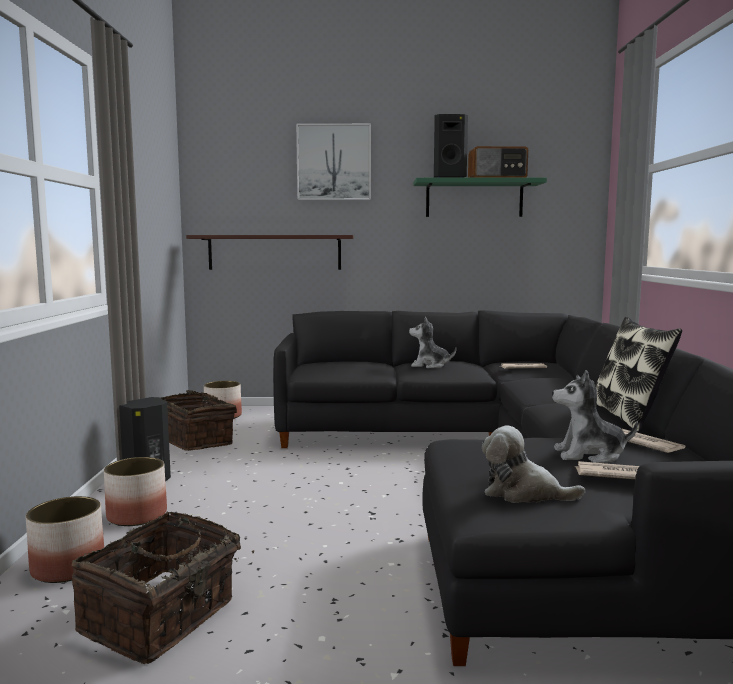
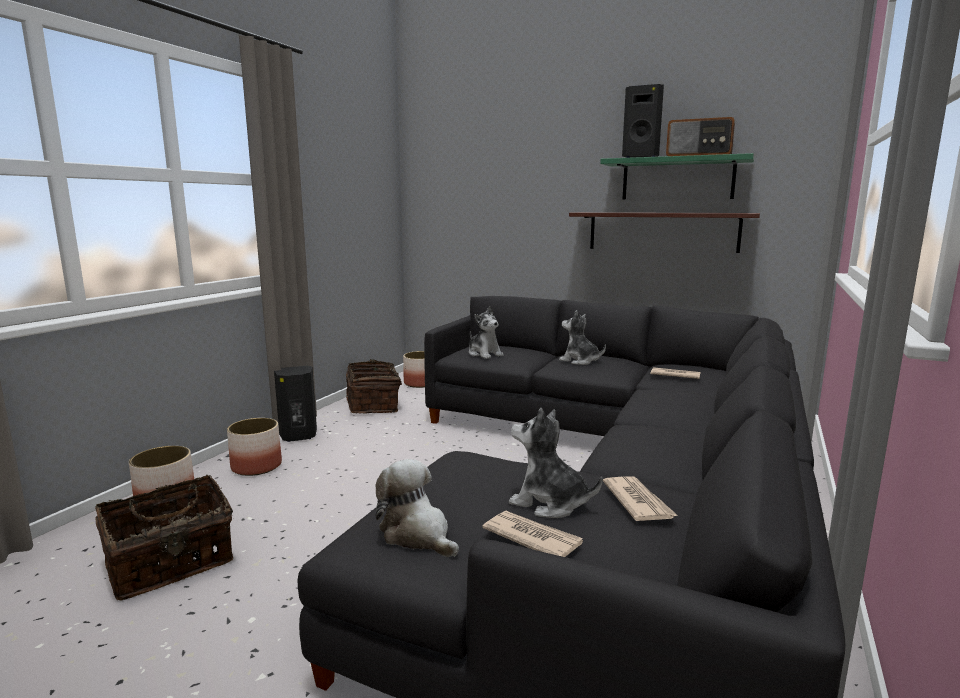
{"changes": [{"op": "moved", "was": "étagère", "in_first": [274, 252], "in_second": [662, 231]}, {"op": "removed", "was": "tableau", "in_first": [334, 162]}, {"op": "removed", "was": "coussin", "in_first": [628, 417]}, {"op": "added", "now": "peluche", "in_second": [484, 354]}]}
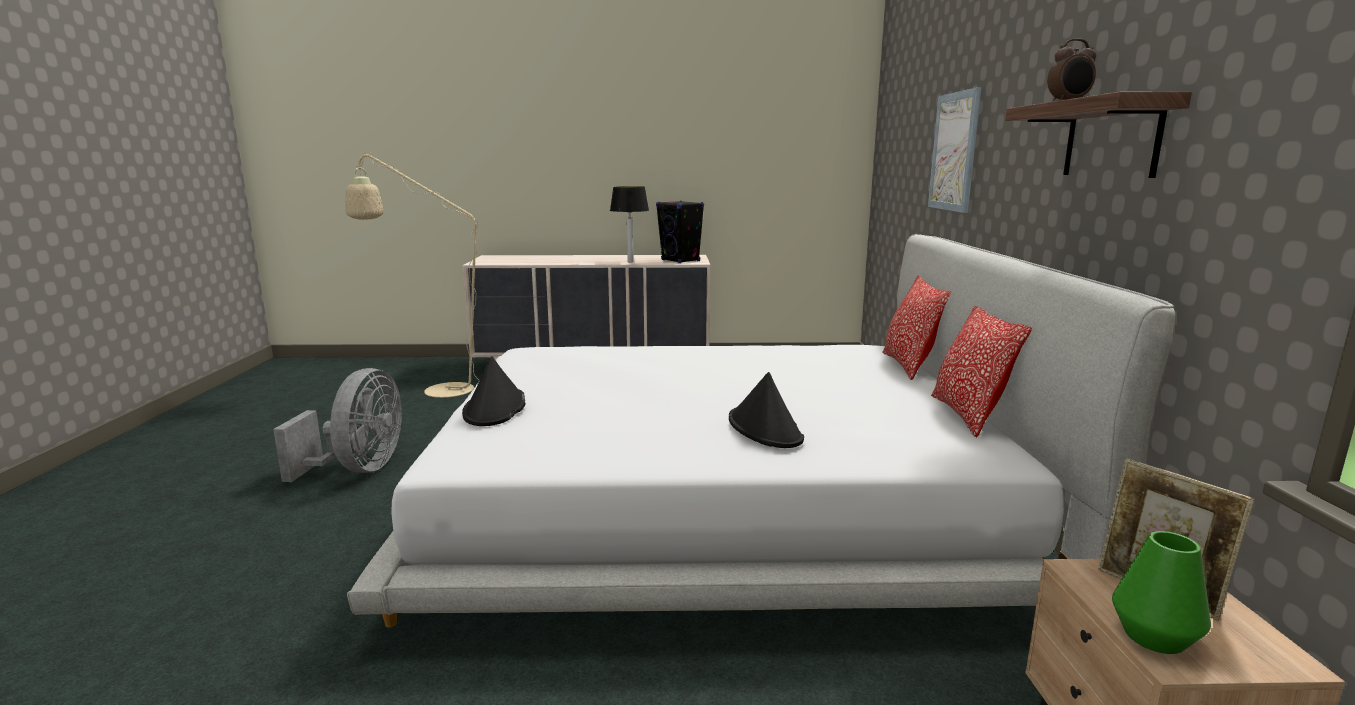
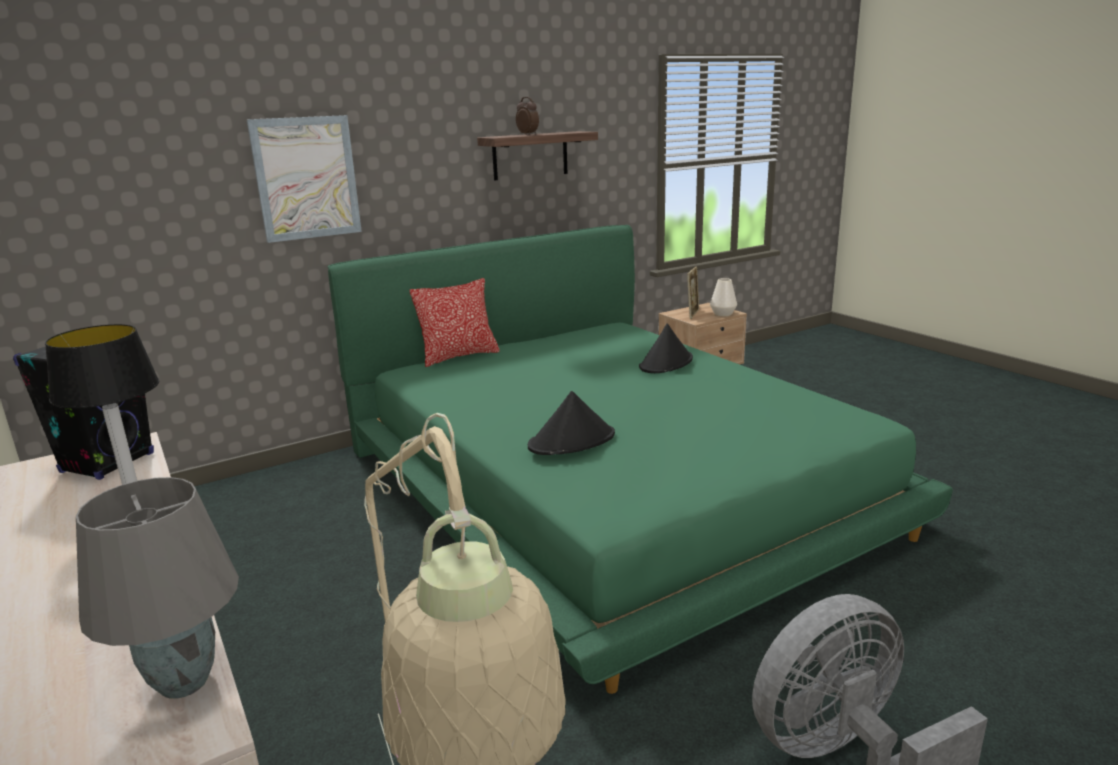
{"changes": [{"op": "recoloured", "was": "lit/blanc", "now": "lit/vert", "in_first": [722, 504], "in_second": [608, 487]}, {"op": "moved", "was": "chapeau/noir", "in_first": [495, 409], "in_second": [572, 441]}, {"op": "removed", "was": "coussin", "in_first": [969, 415]}, {"op": "recoloured", "was": "vase/vert", "now": "vase/blanc", "in_first": [1154, 637], "in_second": [723, 314]}, {"op": "added", "now": "lampe de table/gris", "in_second": [184, 681]}]}
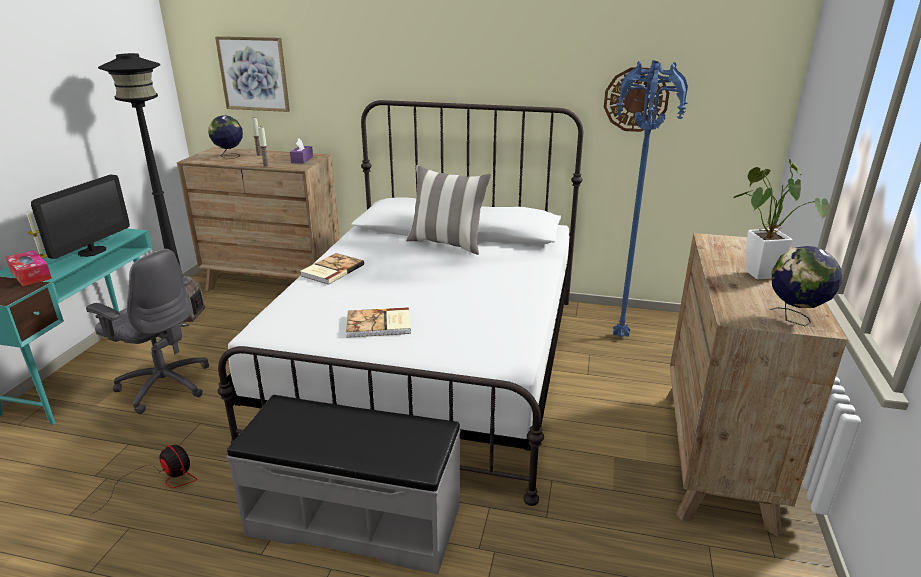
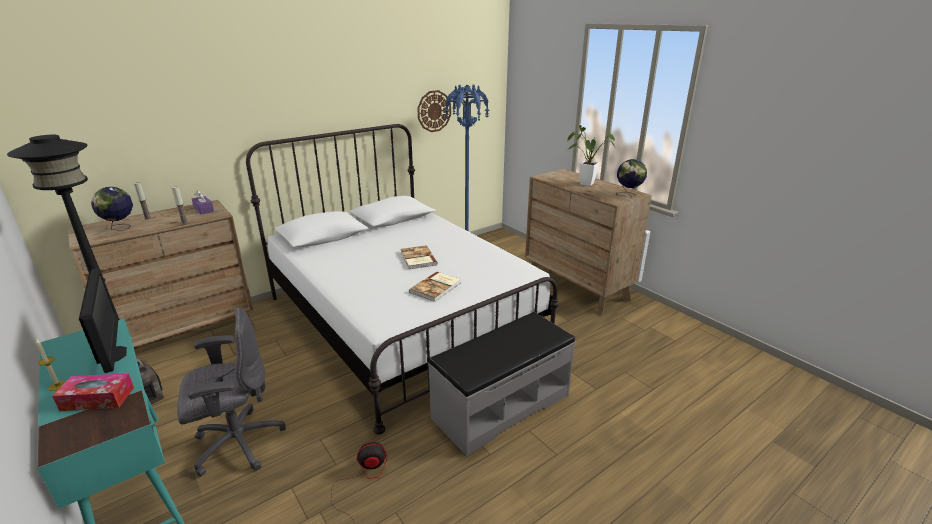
{"changes": [{"op": "removed", "was": "tableau", "in_first": [254, 74]}, {"op": "moved", "was": "livre", "in_first": [331, 270], "in_second": [417, 259]}, {"op": "removed", "was": "coussin", "in_first": [447, 244]}]}
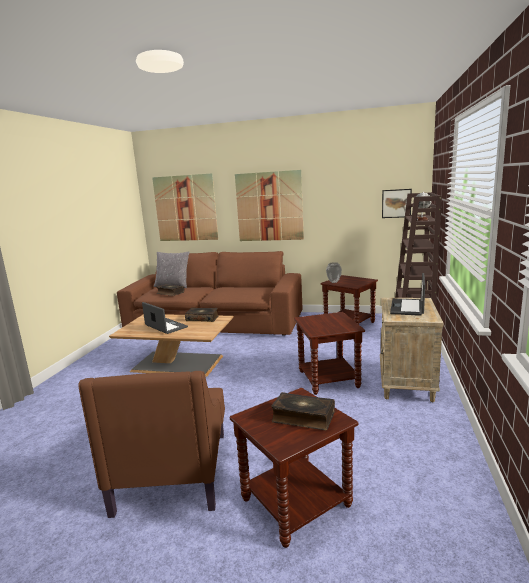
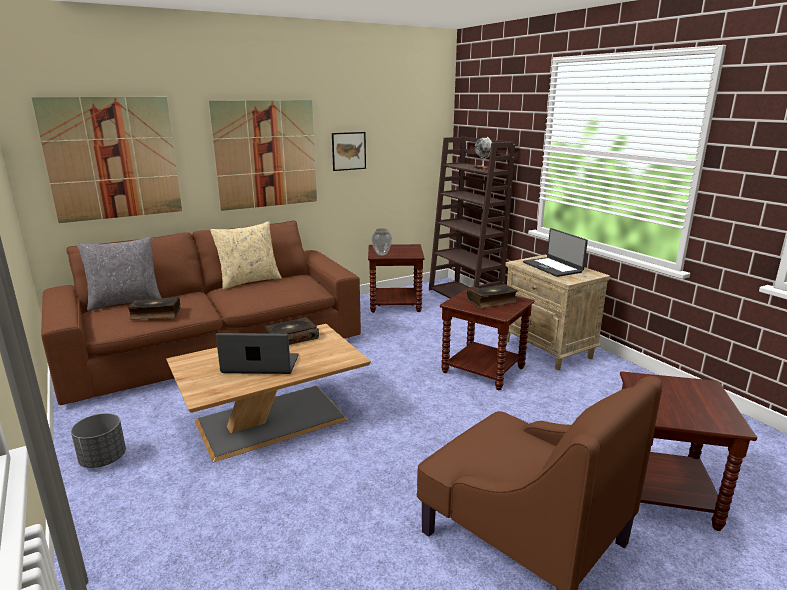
{"changes": [{"op": "moved", "was": "livre", "in_first": [303, 417], "in_second": [492, 301]}, {"op": "moved", "was": "tableau", "in_first": [396, 203], "in_second": [348, 151]}, {"op": "added", "now": "cache-pot/gris", "in_second": [103, 459]}, {"op": "added", "now": "coussin/beige", "in_second": [249, 281]}]}
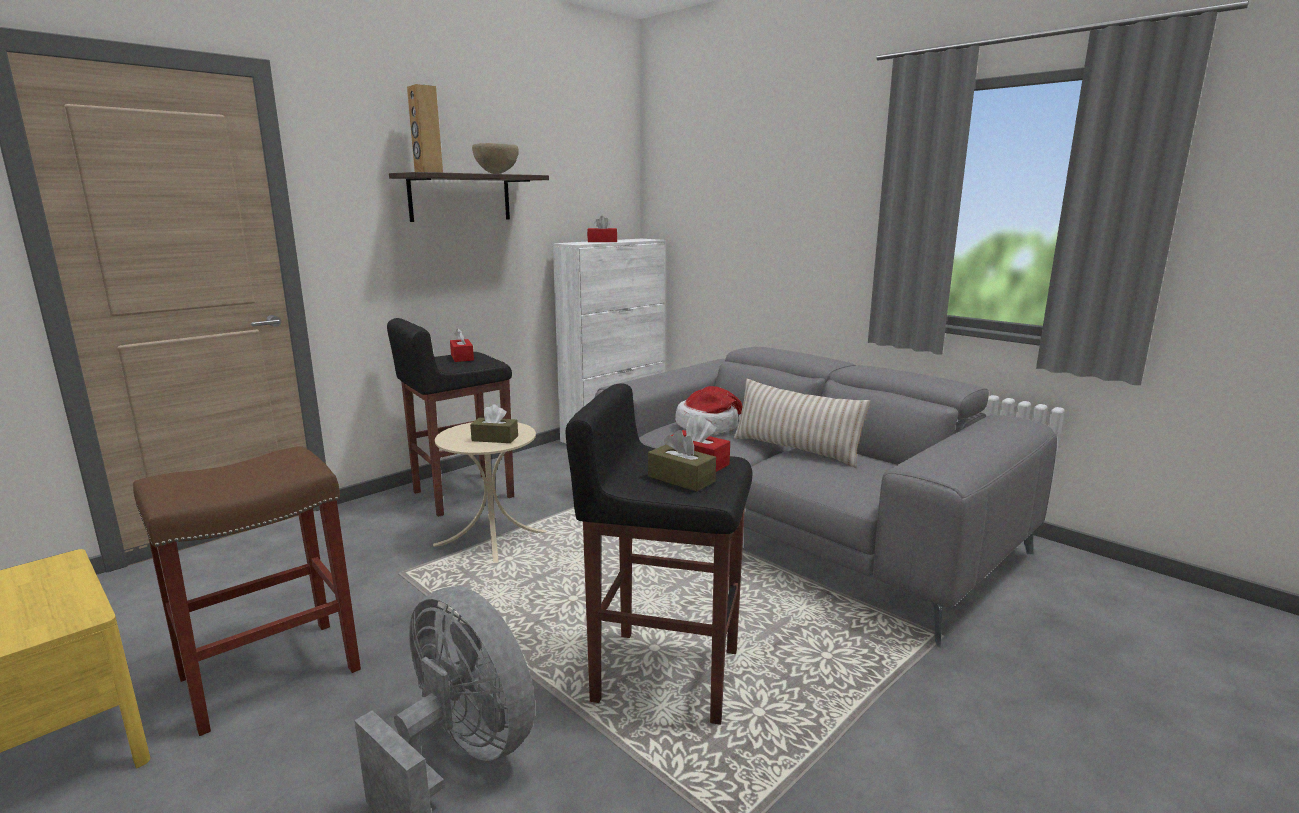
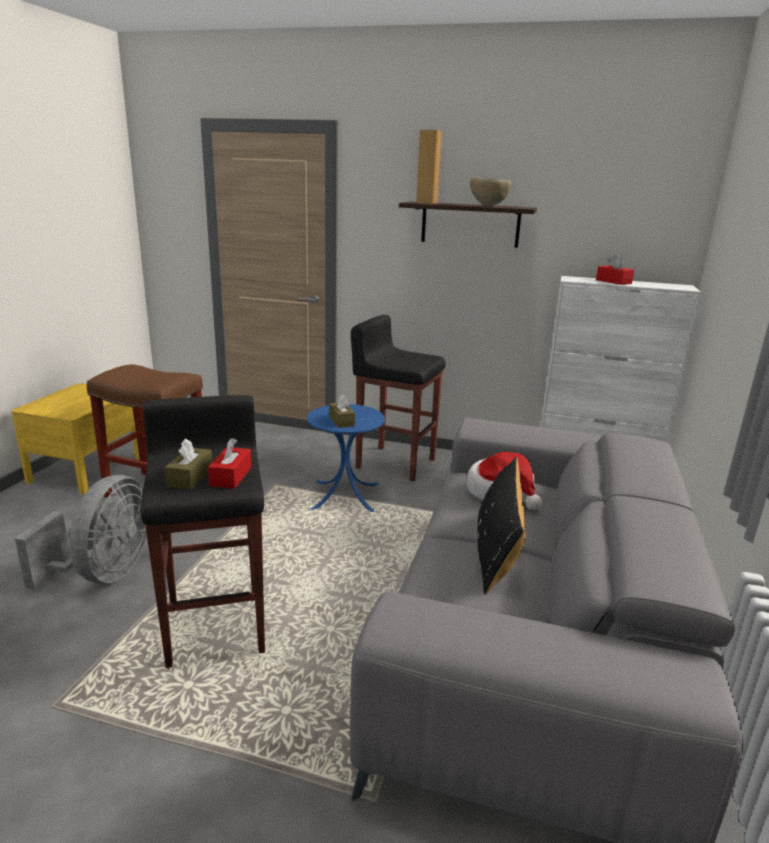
{"changes": [{"op": "recoloured", "was": "table d'appoint/beige", "now": "table d'appoint/bleu", "in_first": [492, 538], "in_second": [344, 496]}, {"op": "removed", "was": "boîte à mouchoirs/rouge", "in_first": [462, 357]}, {"op": "recoloured", "was": "coussin/beige", "now": "coussin/noir", "in_first": [795, 449], "in_second": [497, 549]}]}
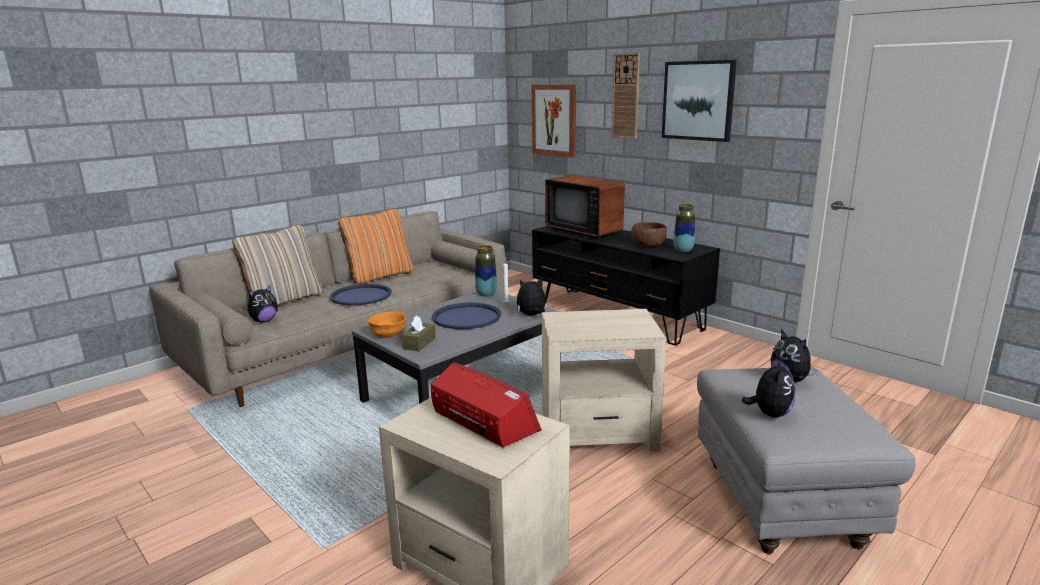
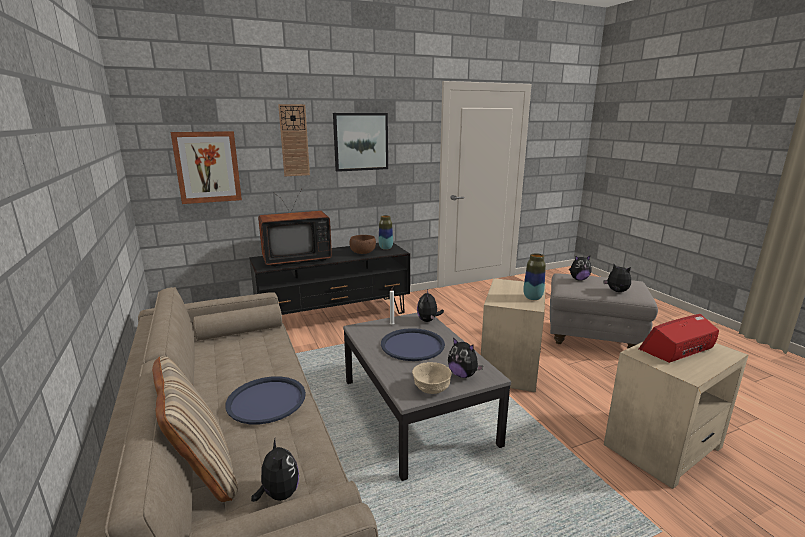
{"changes": [{"op": "removed", "was": "coussin/orange", "in_first": [380, 276]}, {"op": "recoloured", "was": "bol/orange", "now": "bol/beige", "in_first": [389, 335], "in_second": [432, 388]}, {"op": "replaced", "was": "boîte à mouchoirs/marron", "now": "peluche", "in_first": [419, 343], "in_second": [463, 375]}, {"op": "moved", "was": "vase", "in_first": [486, 294], "in_second": [532, 298]}]}
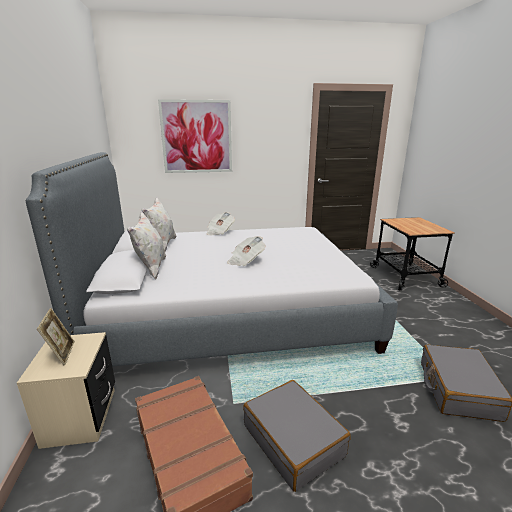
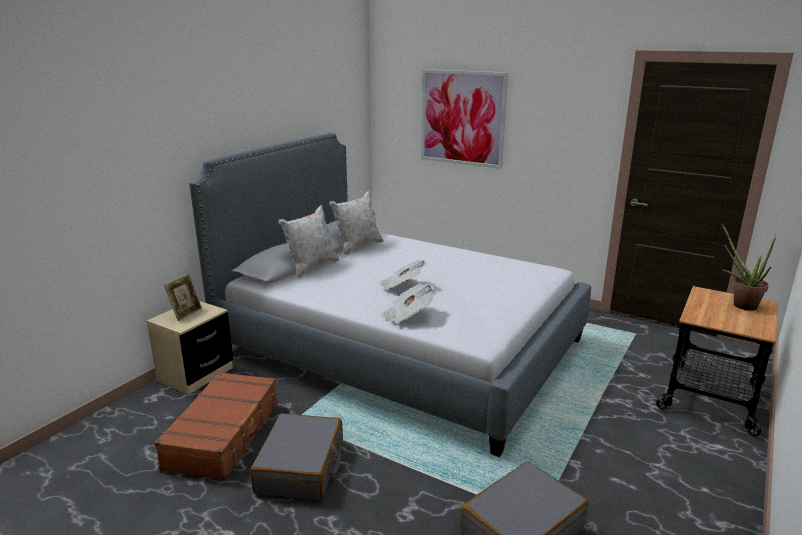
{"changes": [{"op": "moved", "was": "journal", "in_first": [219, 231], "in_second": [407, 316]}, {"op": "added", "now": "plante en pot", "in_second": [739, 304]}]}
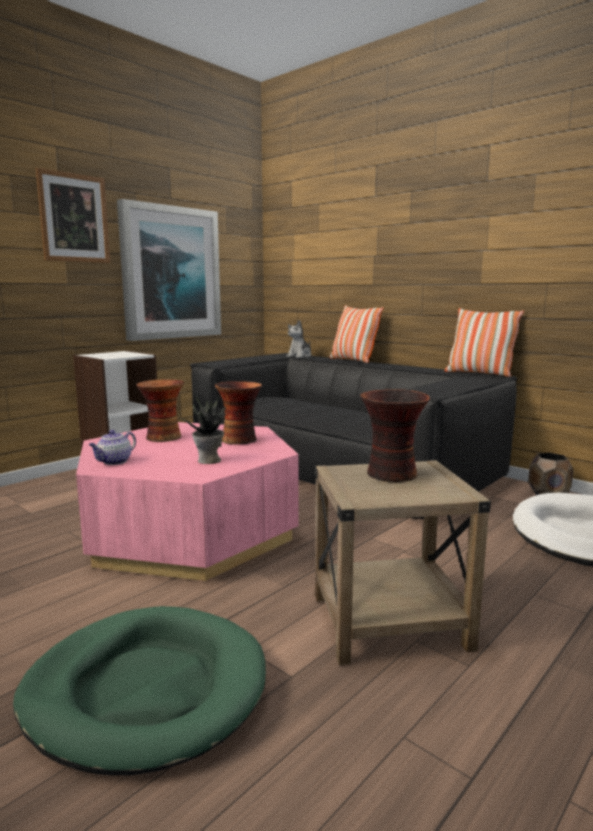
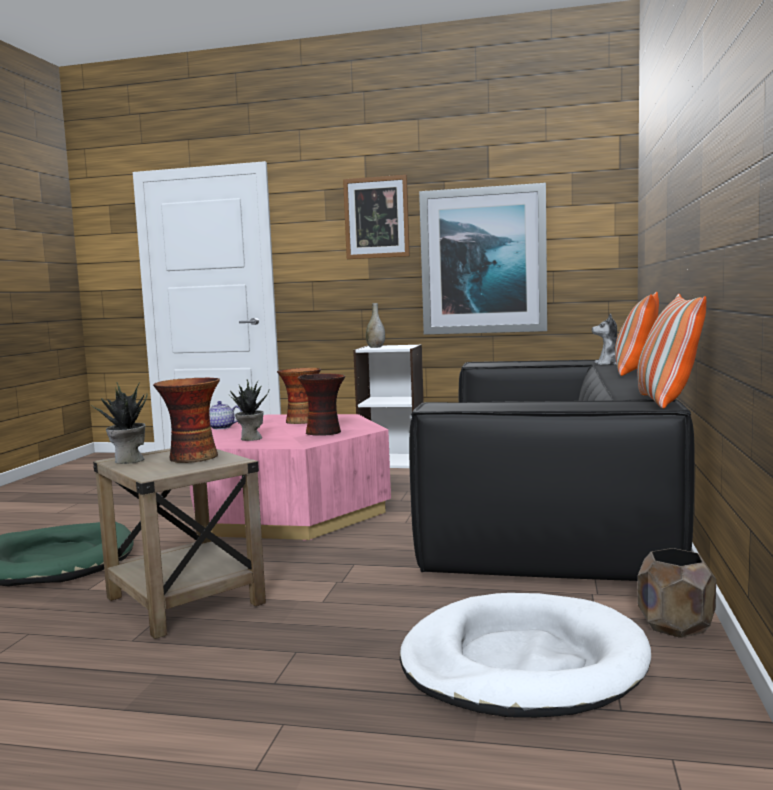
{"changes": [{"op": "added", "now": "plante en pot", "in_second": [128, 460]}, {"op": "added", "now": "vase/gris", "in_second": [375, 347]}]}
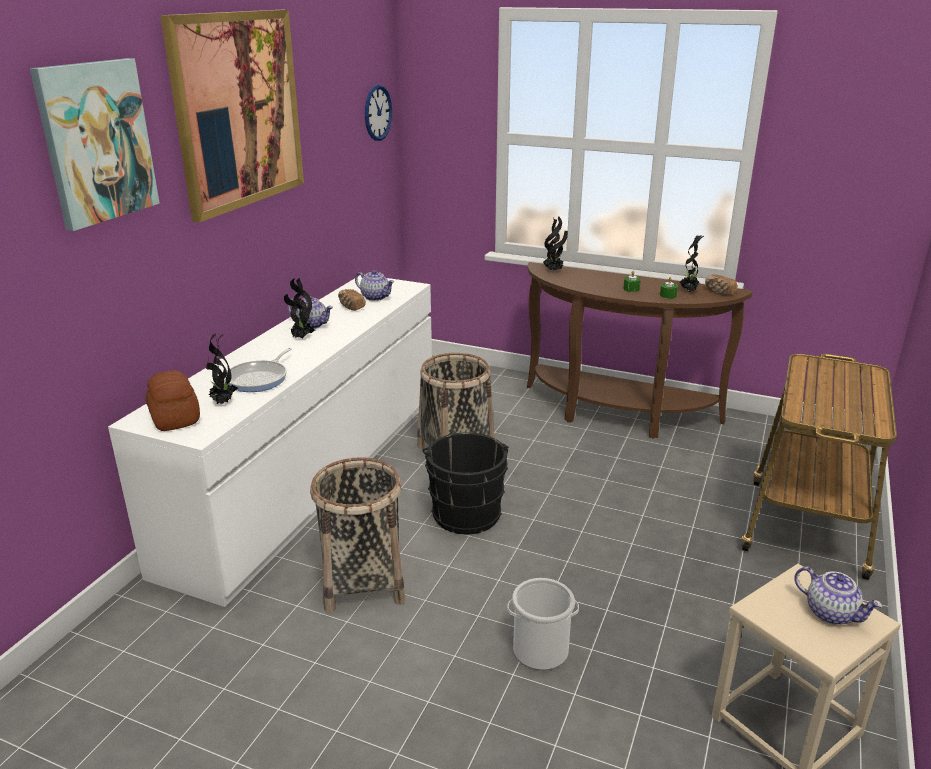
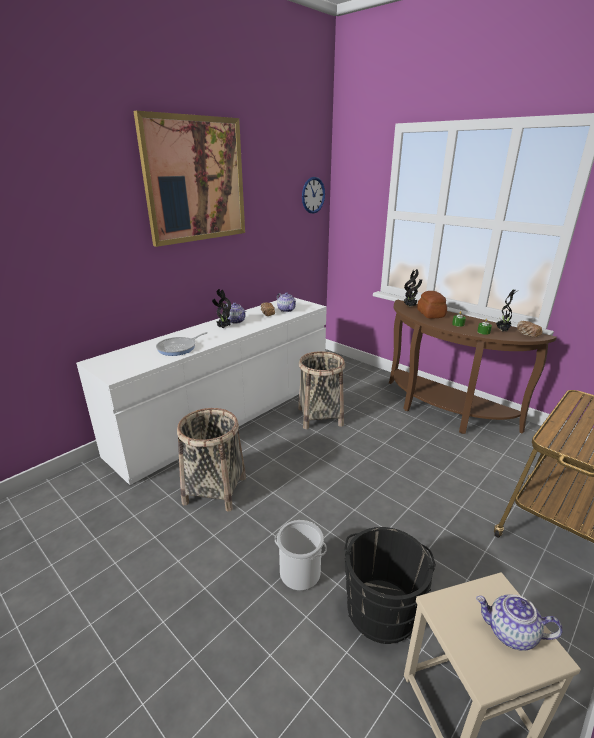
{"changes": [{"op": "removed", "was": "tableau", "in_first": [97, 142]}, {"op": "moved", "was": "pain", "in_first": [174, 418], "in_second": [430, 314]}, {"op": "removed", "was": "plante en pot", "in_first": [223, 402]}, {"op": "moved", "was": "seau/noir", "in_first": [466, 512], "in_second": [382, 606]}, {"op": "turned", "was": "théière", "in_first": [831, 613], "in_second": [510, 633], "clockwise": 135}]}
